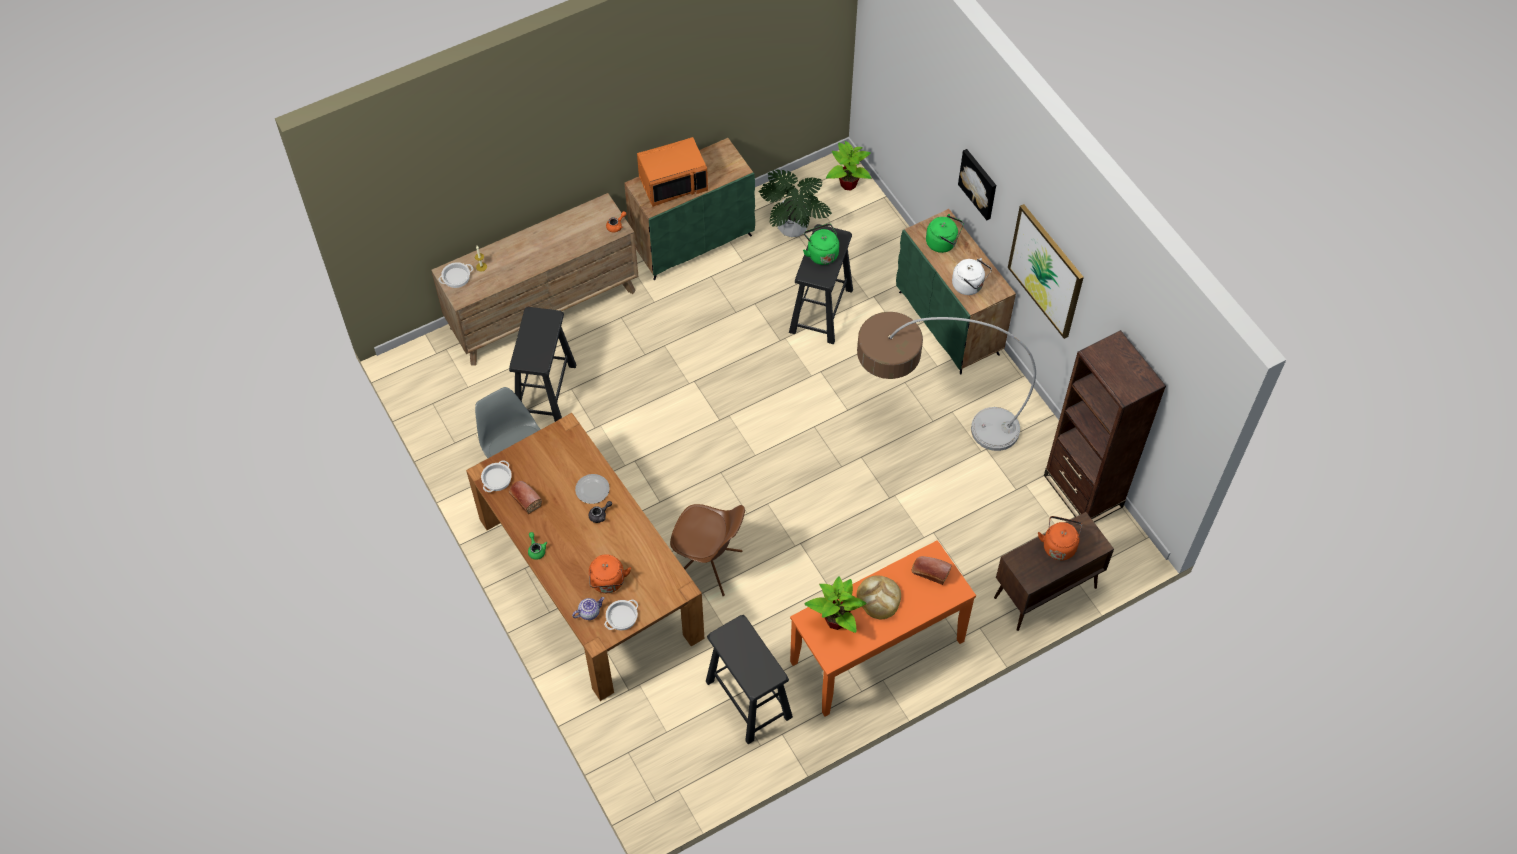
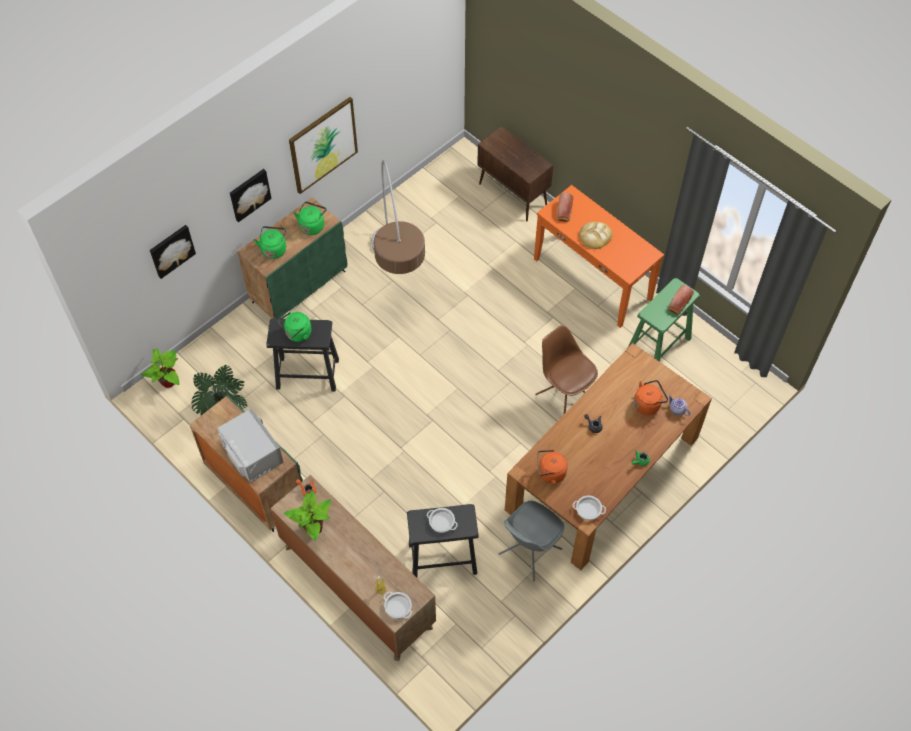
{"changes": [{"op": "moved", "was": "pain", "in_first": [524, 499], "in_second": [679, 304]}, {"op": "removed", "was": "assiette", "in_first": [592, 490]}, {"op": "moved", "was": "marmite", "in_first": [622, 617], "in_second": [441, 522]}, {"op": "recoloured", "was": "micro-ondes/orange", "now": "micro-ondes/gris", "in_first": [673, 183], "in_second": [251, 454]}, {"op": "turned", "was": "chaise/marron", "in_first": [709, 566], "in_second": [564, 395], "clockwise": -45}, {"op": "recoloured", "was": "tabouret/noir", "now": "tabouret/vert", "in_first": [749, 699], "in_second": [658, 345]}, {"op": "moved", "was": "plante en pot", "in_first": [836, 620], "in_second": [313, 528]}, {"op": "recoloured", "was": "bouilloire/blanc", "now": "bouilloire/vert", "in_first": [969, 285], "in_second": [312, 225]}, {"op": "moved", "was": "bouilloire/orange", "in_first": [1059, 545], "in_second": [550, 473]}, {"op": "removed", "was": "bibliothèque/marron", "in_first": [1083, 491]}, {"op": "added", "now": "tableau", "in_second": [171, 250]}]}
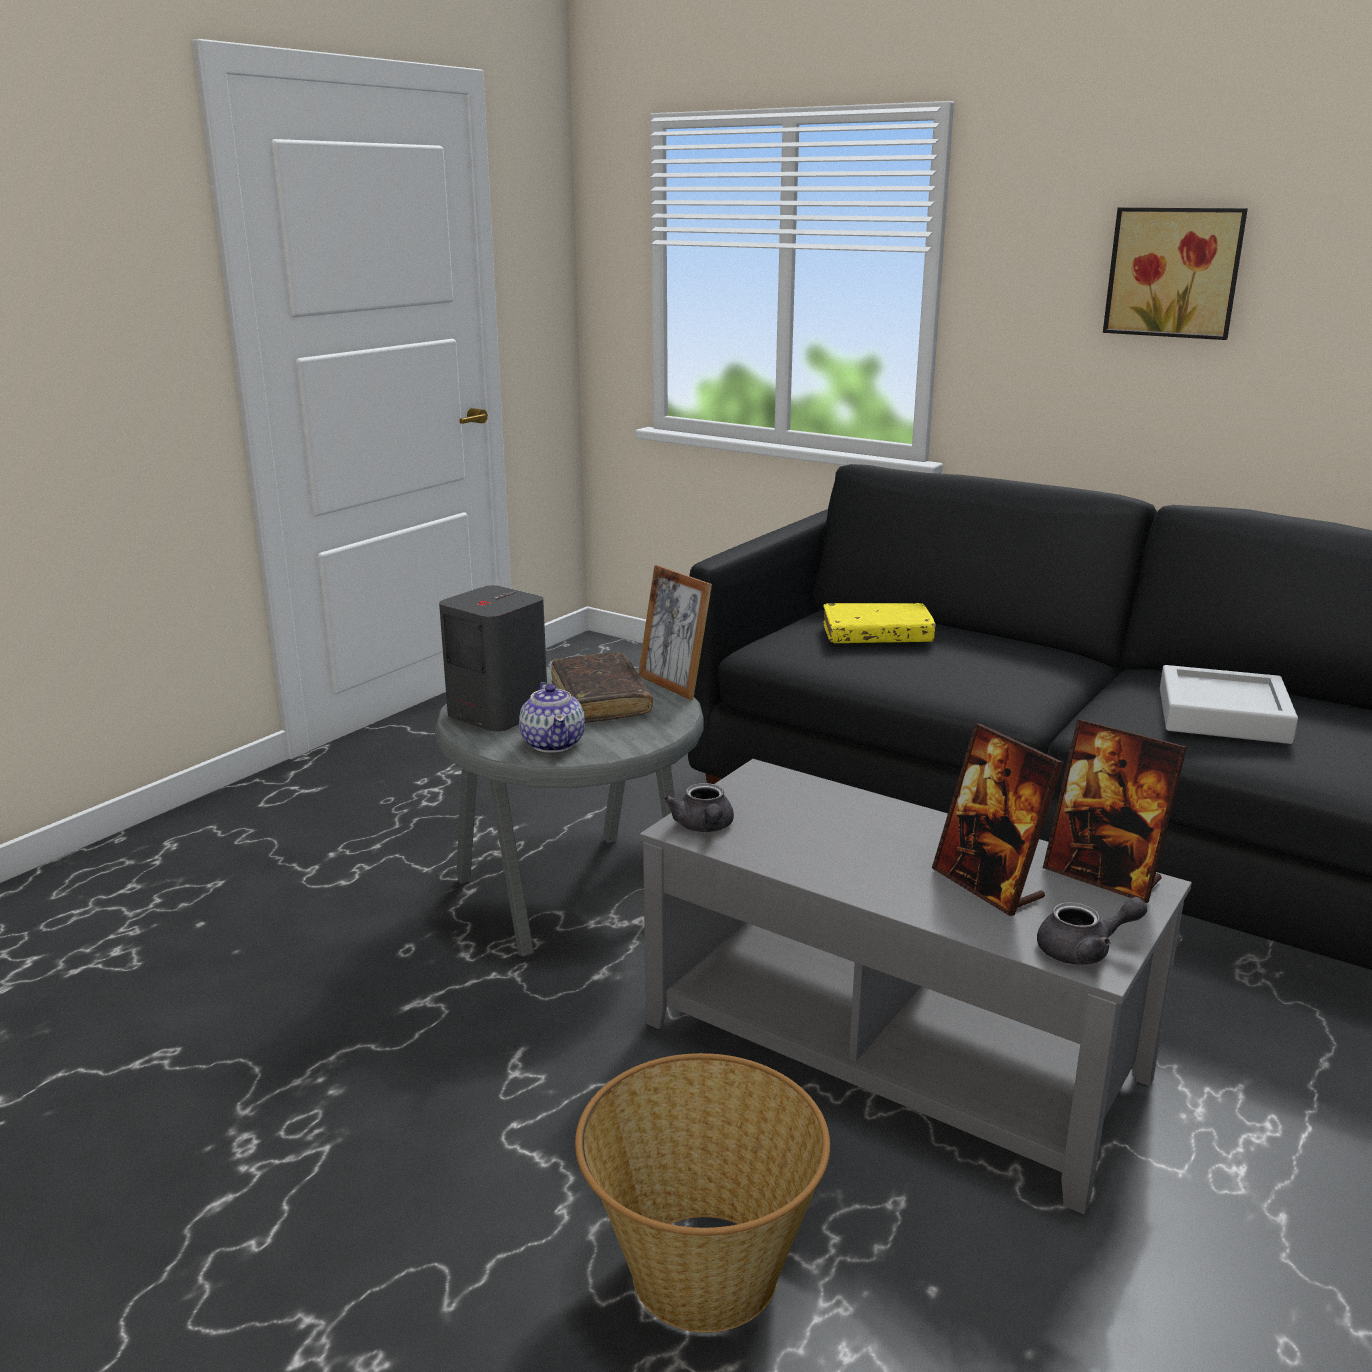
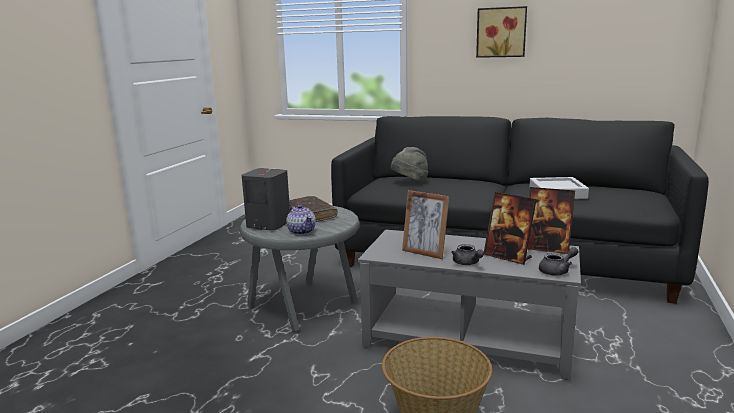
{"changes": [{"op": "moved", "was": "cadre photo", "in_first": [673, 685], "in_second": [424, 252]}, {"op": "moved", "was": "théière/gris", "in_first": [704, 827], "in_second": [467, 263]}, {"op": "replaced", "was": "livre/jaune", "now": "chapeau/gris", "in_first": [877, 636], "in_second": [410, 182]}]}
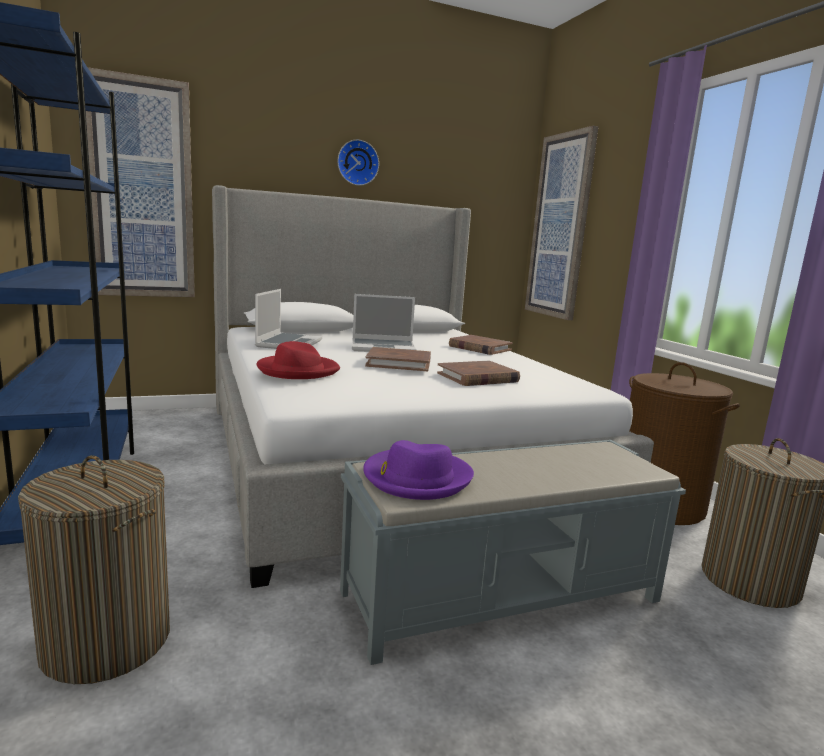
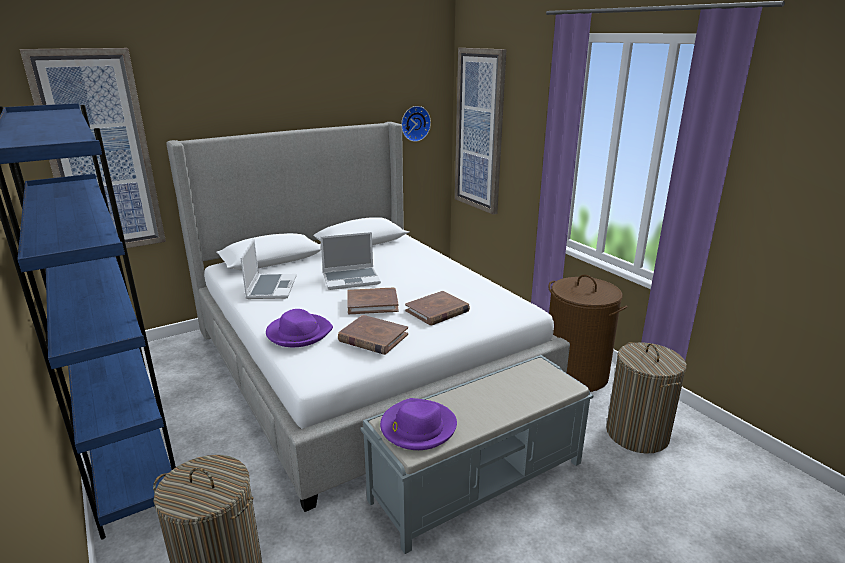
{"changes": [{"op": "recoloured", "was": "chapeau/rouge", "now": "chapeau/violet", "in_first": [297, 370], "in_second": [299, 333]}, {"op": "moved", "was": "horloge murale", "in_first": [357, 163], "in_second": [414, 123]}, {"op": "moved", "was": "livre/marron", "in_first": [479, 348], "in_second": [373, 338]}]}
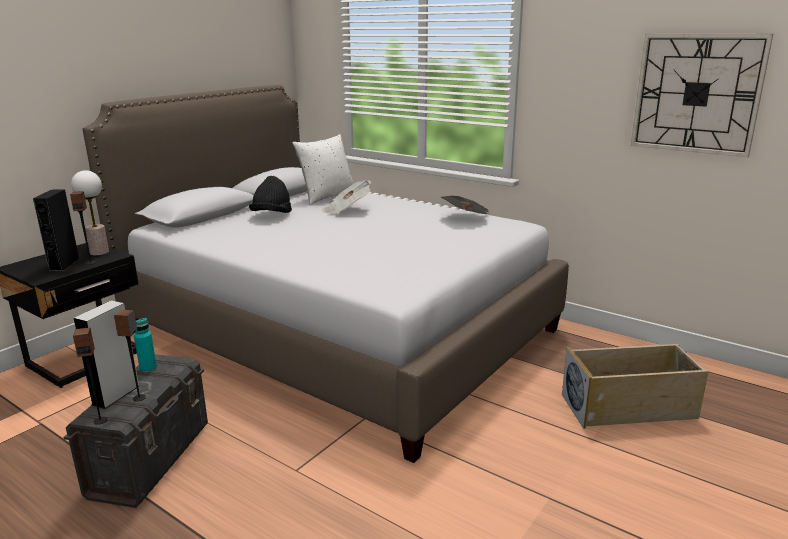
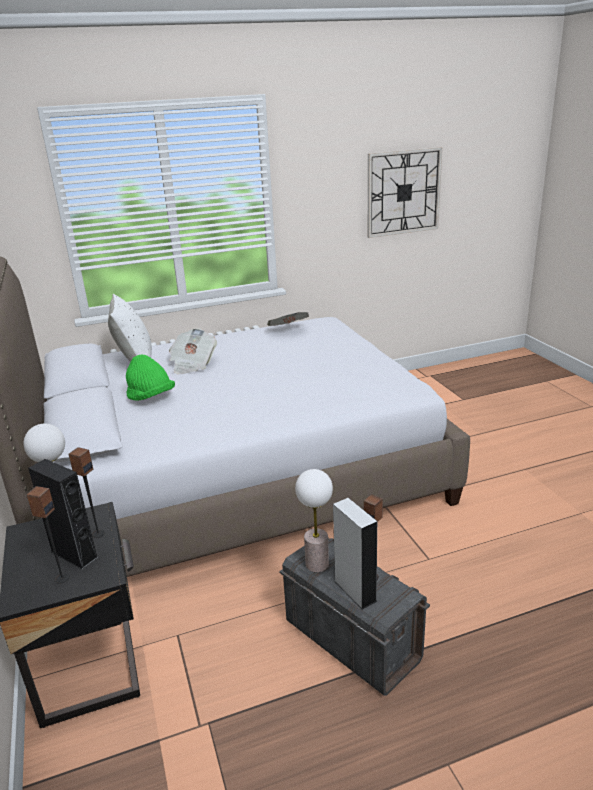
{"changes": [{"op": "moved", "was": "enceinte", "in_first": [100, 420], "in_second": [62, 578]}, {"op": "replaced", "was": "bouteille/turquoise", "now": "lampe de table", "in_first": [148, 368], "in_second": [317, 564]}, {"op": "recoloured", "was": "chapeau/noir", "now": "chapeau/vert", "in_first": [272, 215], "in_second": [151, 397]}, {"op": "removed", "was": "boîte de rangement/beige", "in_first": [629, 407]}]}
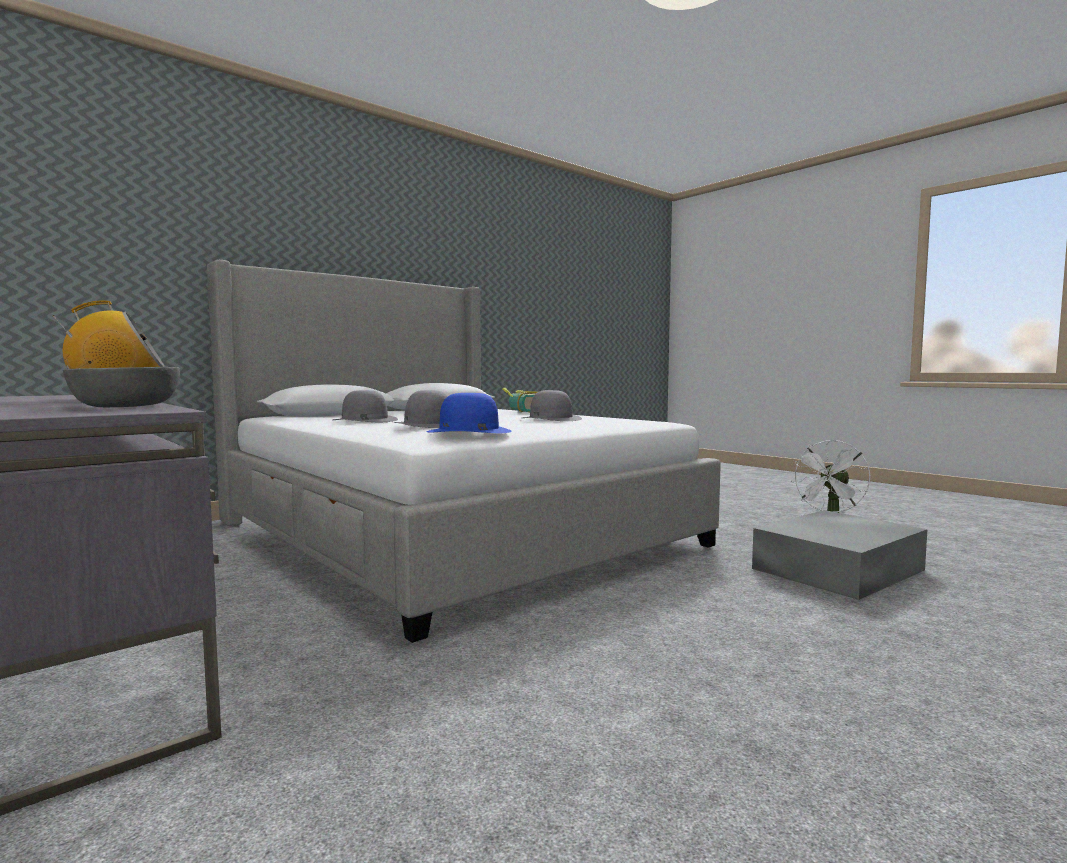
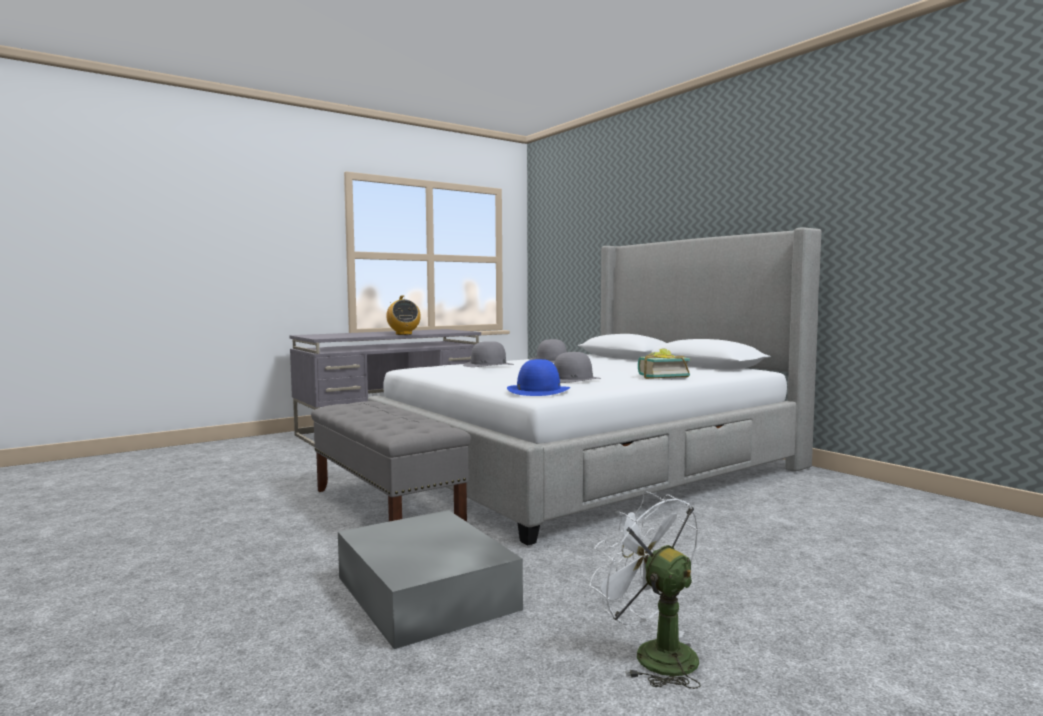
{"changes": [{"op": "removed", "was": "bol/gris", "in_first": [125, 406]}, {"op": "moved", "was": "chapeau/bleu", "in_first": [468, 431], "in_second": [538, 390]}, {"op": "added", "now": "banc/gris", "in_second": [386, 508]}]}
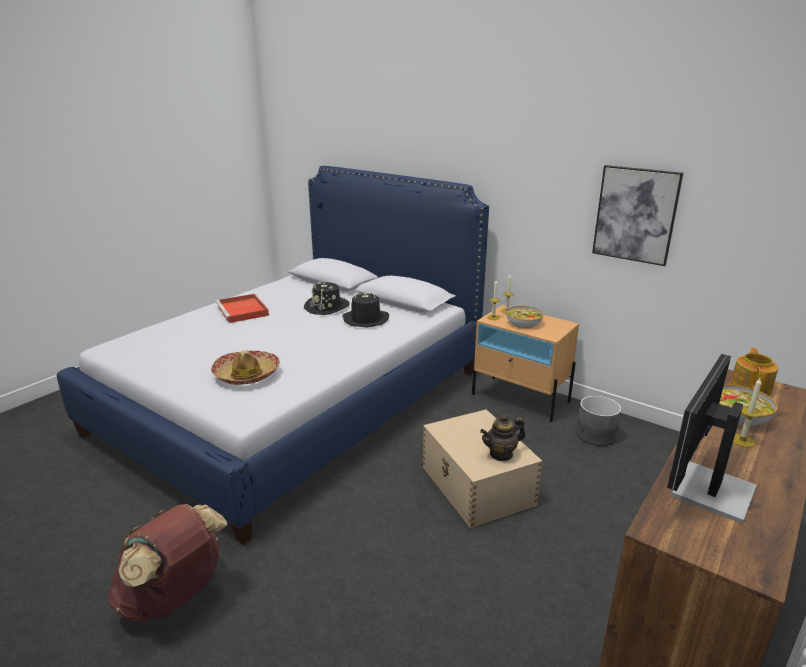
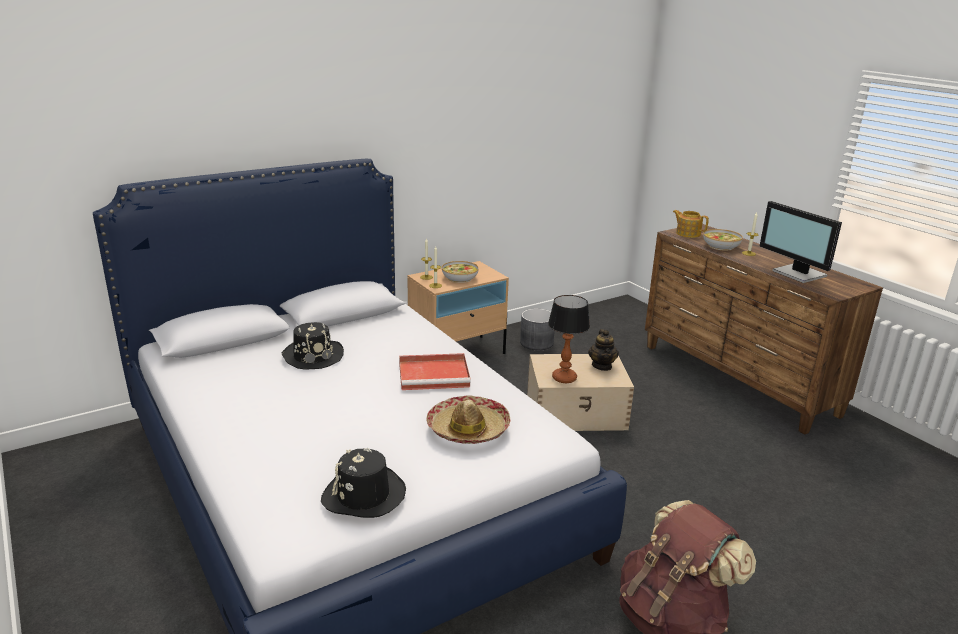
{"changes": [{"op": "moved", "was": "plateau/rouge", "in_first": [243, 311], "in_second": [435, 374]}, {"op": "moved", "was": "chapeau/noir", "in_first": [365, 320], "in_second": [364, 495]}, {"op": "removed", "was": "tableau", "in_first": [635, 215]}, {"op": "added", "now": "lampe de table", "in_second": [564, 378]}]}
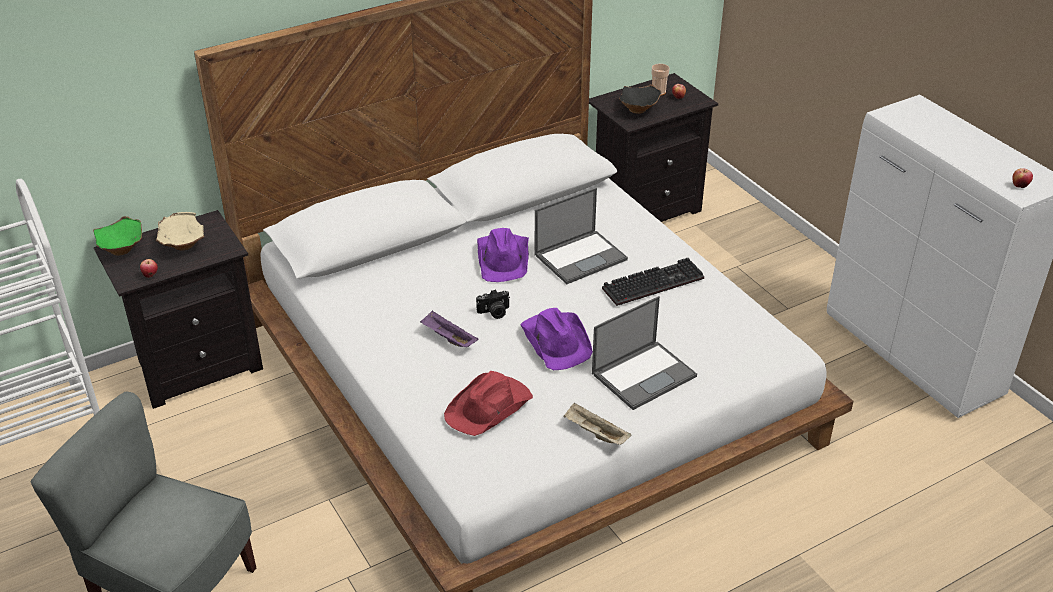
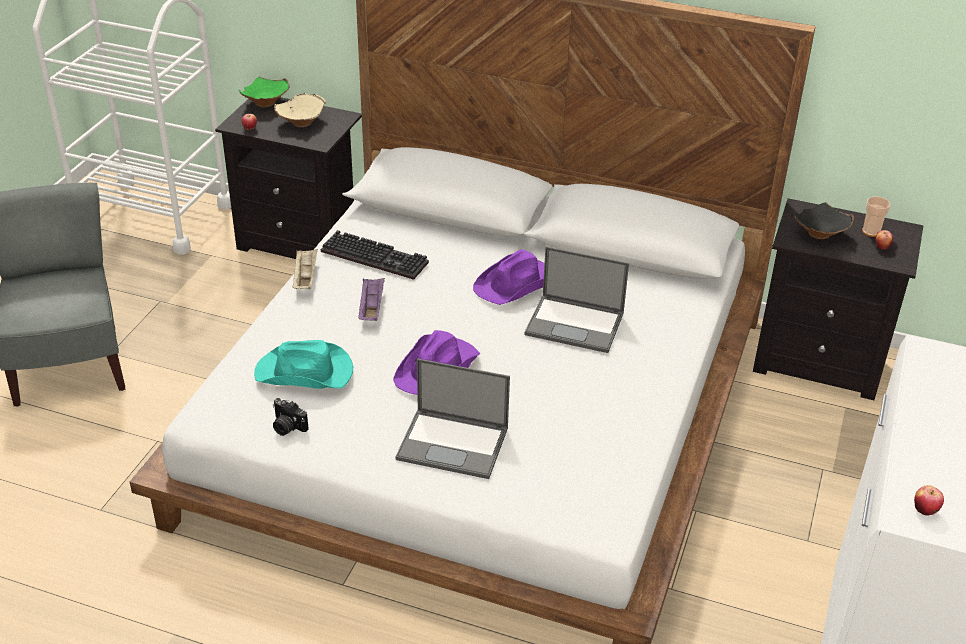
{"changes": [{"op": "recoloured", "was": "chapeau/rouge", "now": "chapeau/turquoise", "in_first": [489, 407], "in_second": [305, 373]}, {"op": "moved", "was": "appareil photo", "in_first": [494, 312], "in_second": [287, 427]}, {"op": "moved", "was": "plateau/beige", "in_first": [595, 433], "in_second": [305, 278]}, {"op": "moved", "was": "clavier", "in_first": [653, 282], "in_second": [377, 257]}]}
